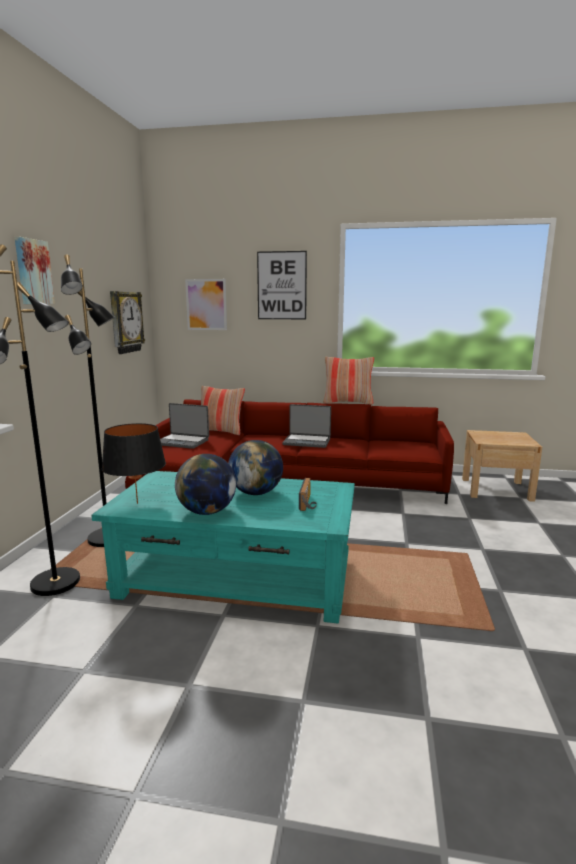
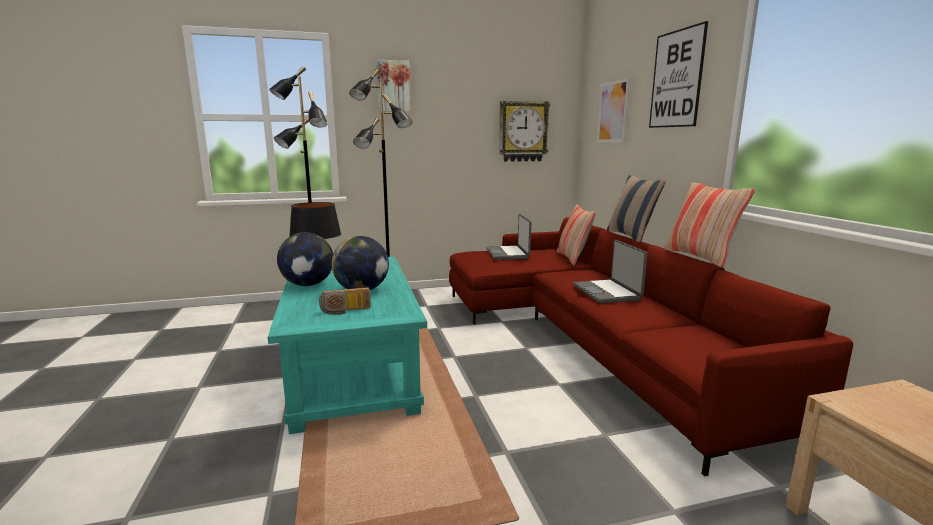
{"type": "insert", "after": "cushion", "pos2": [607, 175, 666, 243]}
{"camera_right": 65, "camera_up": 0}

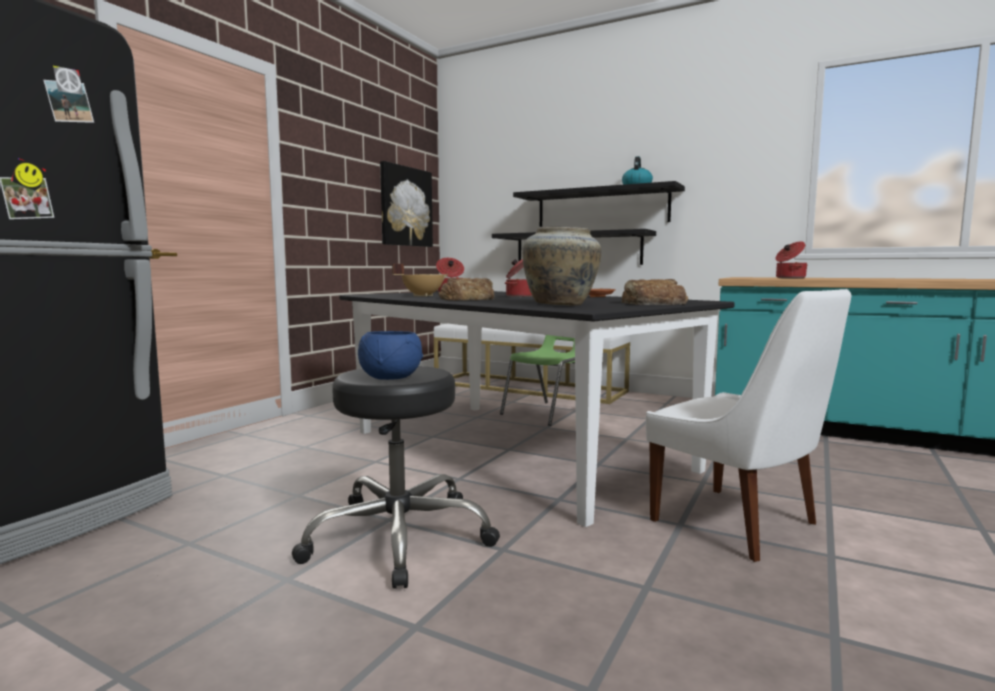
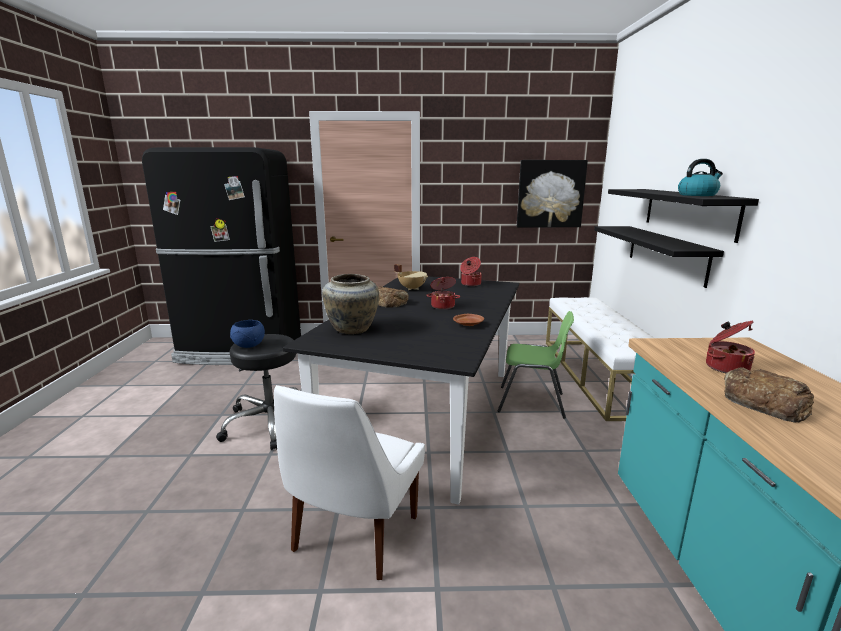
{"type": "move", "before": "bread", "pos1": [622, 279, 688, 305], "pos2": [724, 367, 814, 423]}
{"camera_right": 60, "camera_up": 10}

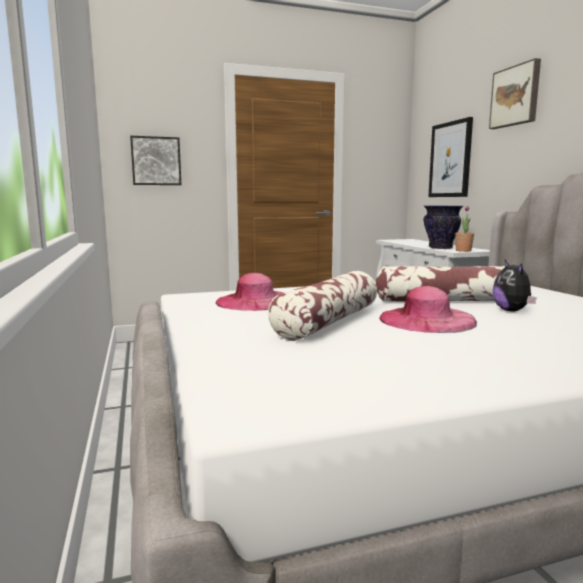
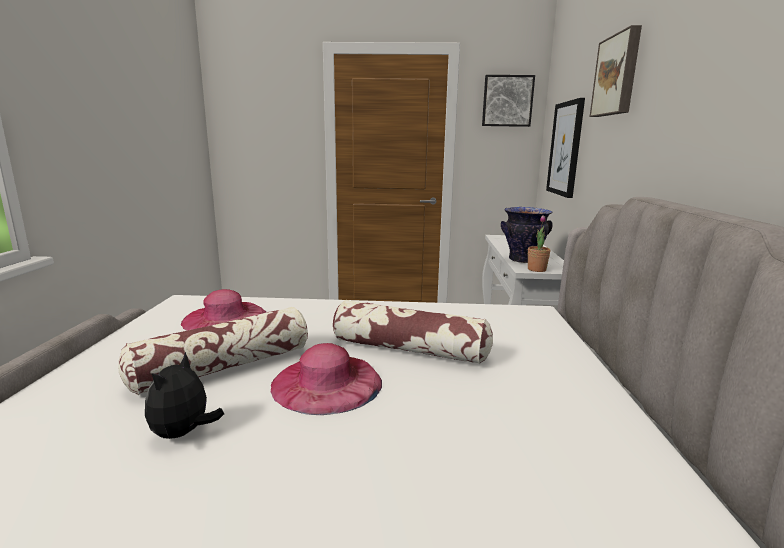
{"type": "move", "before": "soft toy", "pos1": [493, 260, 537, 311], "pos2": [145, 352, 224, 438]}
{"type": "move", "before": "picture", "pos1": [130, 136, 181, 185], "pos2": [482, 75, 535, 127]}
{"camera_right": 20, "camera_up": 5}

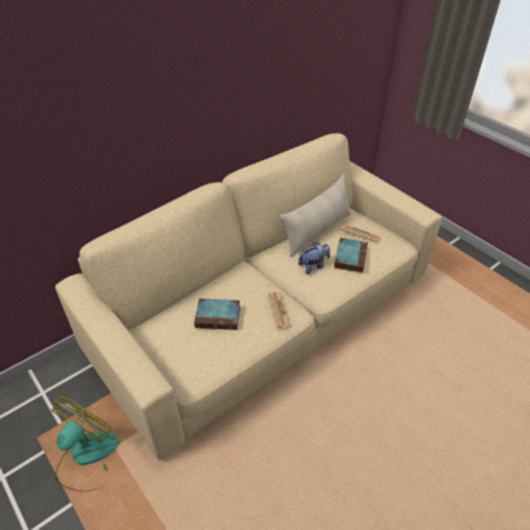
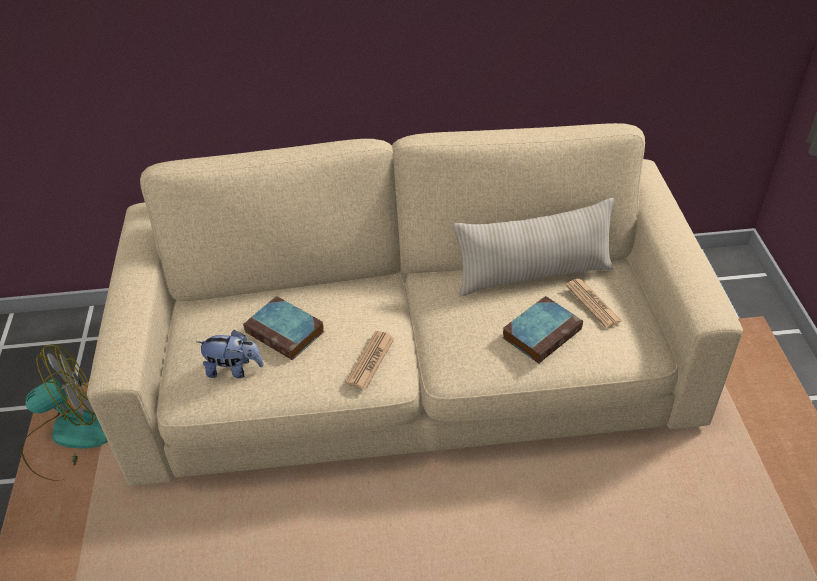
{"type": "move", "before": "soft toy", "pos1": [298, 242, 330, 274], "pos2": [196, 330, 264, 378]}
{"camera_right": 35, "camera_up": 0}

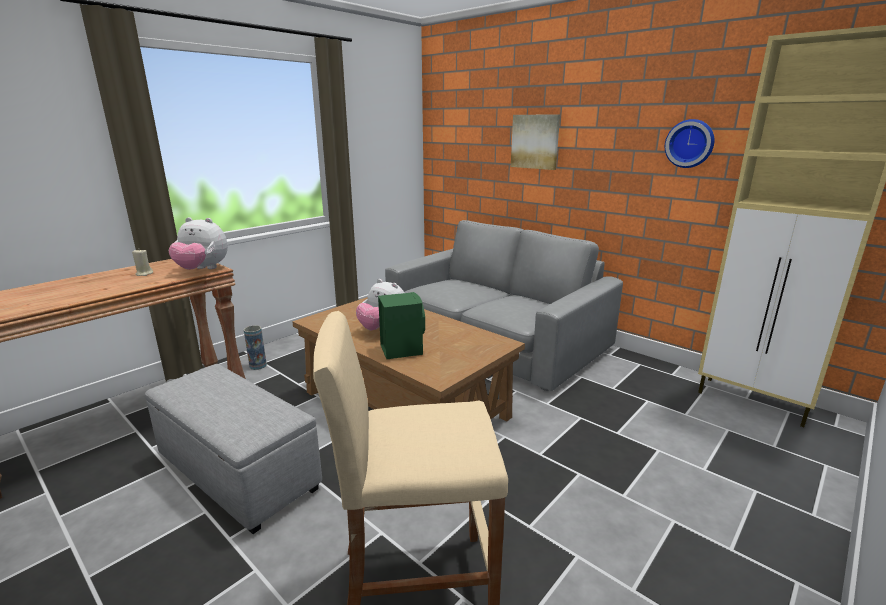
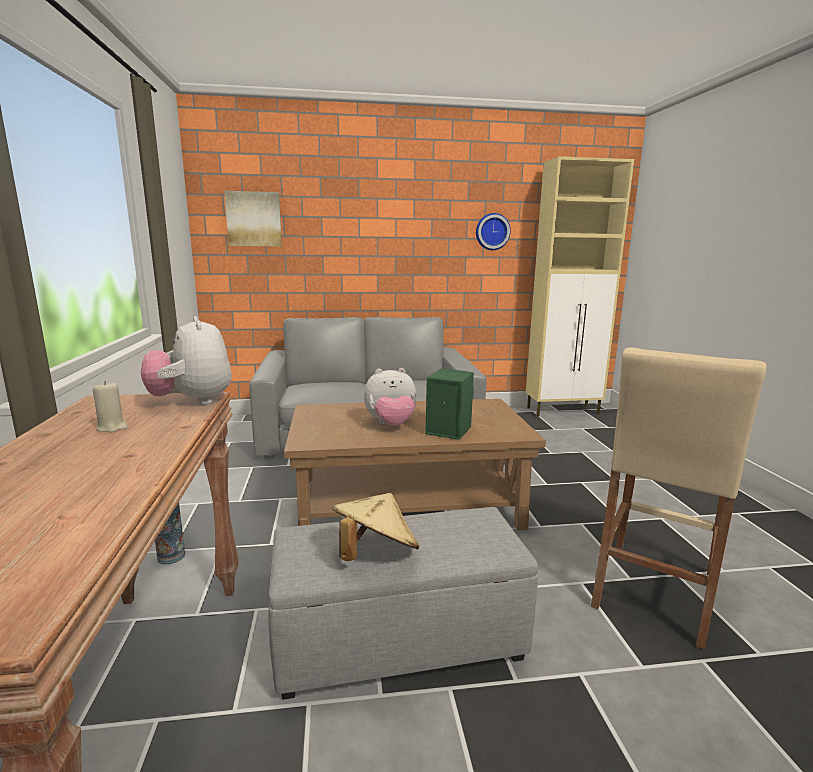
{"type": "rotate", "before": "soft toy", "pos1": [168, 217, 228, 270], "pos2": [140, 316, 232, 404], "turn": 105}
{"type": "move", "before": "picture", "pos1": [511, 114, 560, 170], "pos2": [224, 191, 282, 247]}
{"type": "insert", "after": "hat in sand-coloured", "pos2": [332, 493, 419, 561]}
{"camera_right": -50, "camera_up": -5}

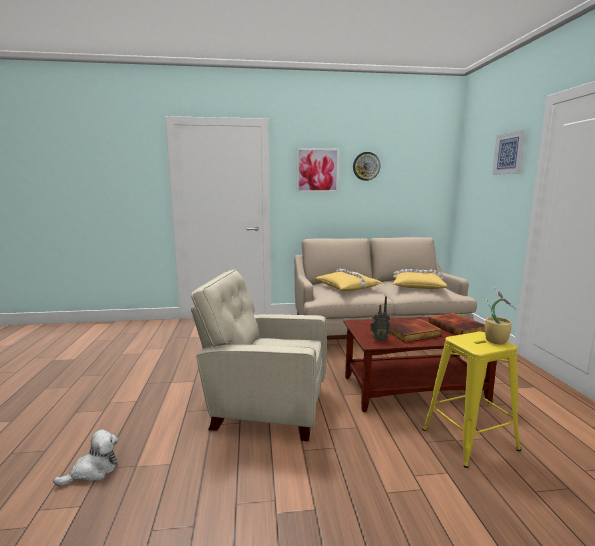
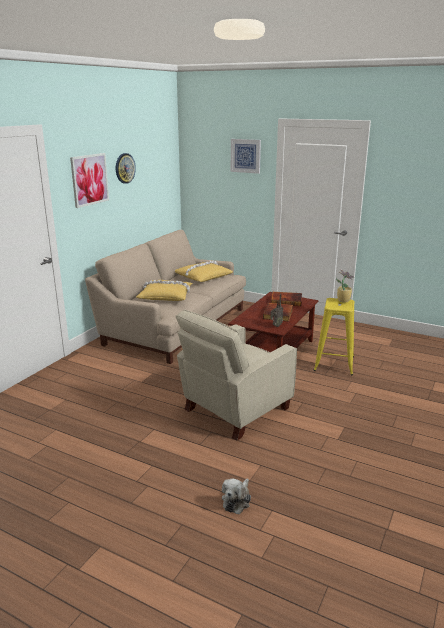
{"type": "rotate", "before": "soft toy", "pos1": [53, 429, 118, 486], "pos2": [222, 478, 251, 514], "turn": -150}
{"camera_right": -55, "camera_up": 10}

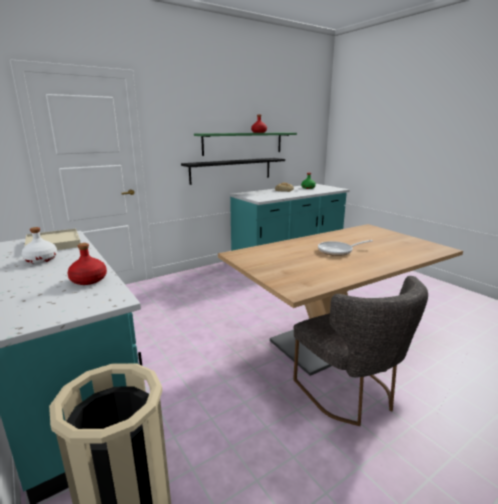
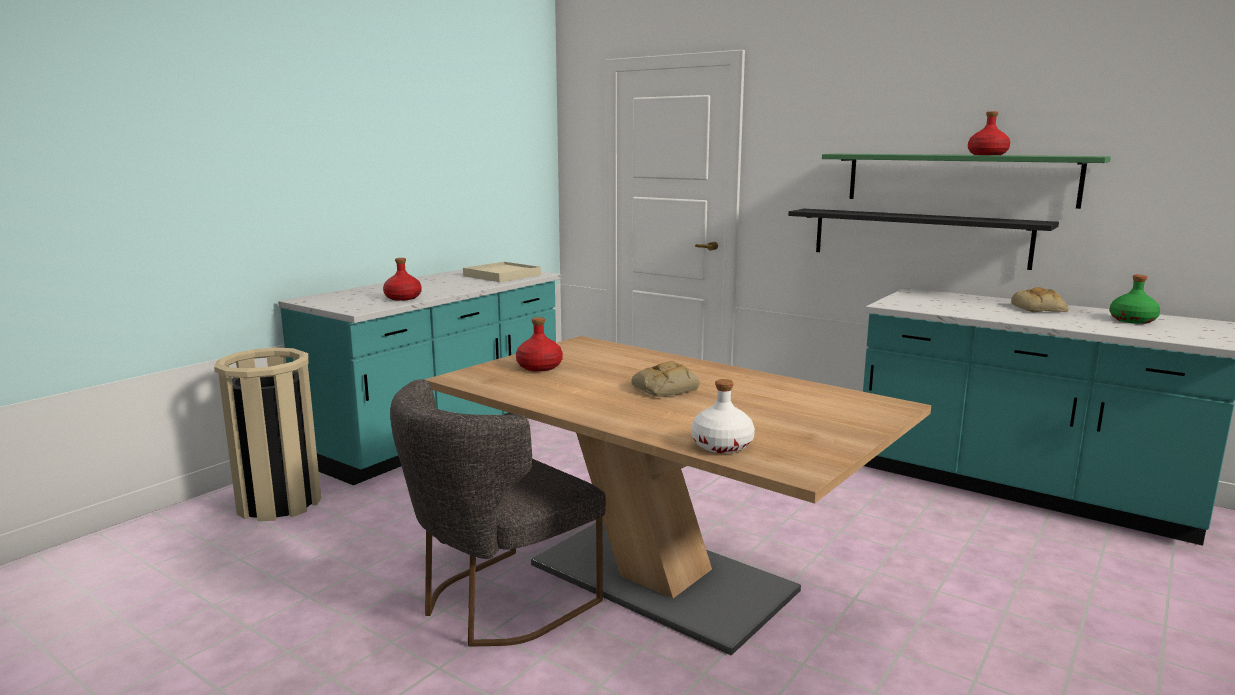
{"type": "insert", "after": "bottle in red", "pos2": [516, 317, 563, 371]}
{"type": "replace", "before": "pan", "after": "bread", "pos1": [318, 240, 373, 256], "pos2": [631, 361, 700, 397]}
{"type": "move", "before": "bottle in white-coloured", "pos1": [22, 227, 57, 264], "pos2": [691, 379, 755, 453]}
{"camera_right": 70, "camera_up": -5}

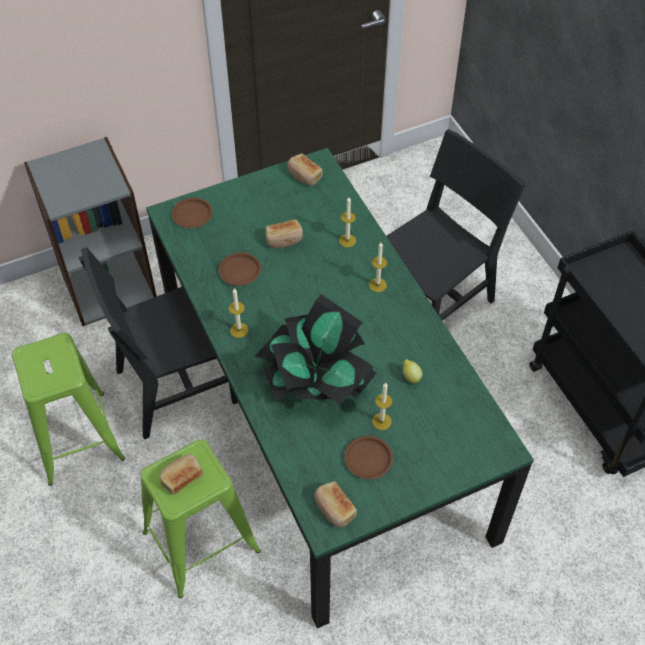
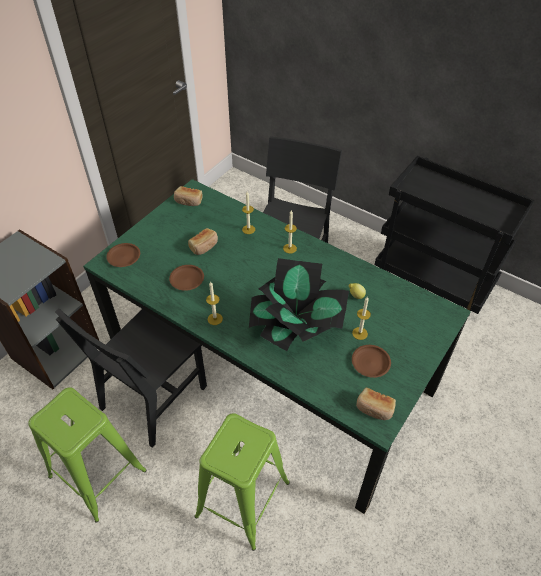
{"type": "delete", "before": "bread", "pos1": [159, 454, 203, 495]}
{"camera_right": -30, "camera_up": -5}

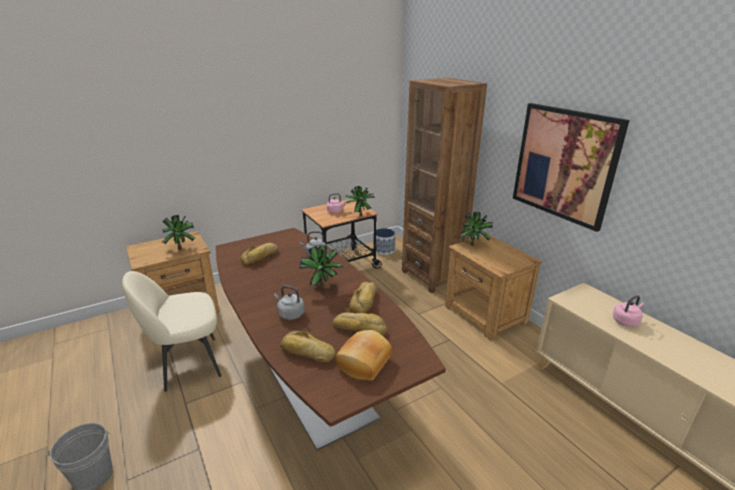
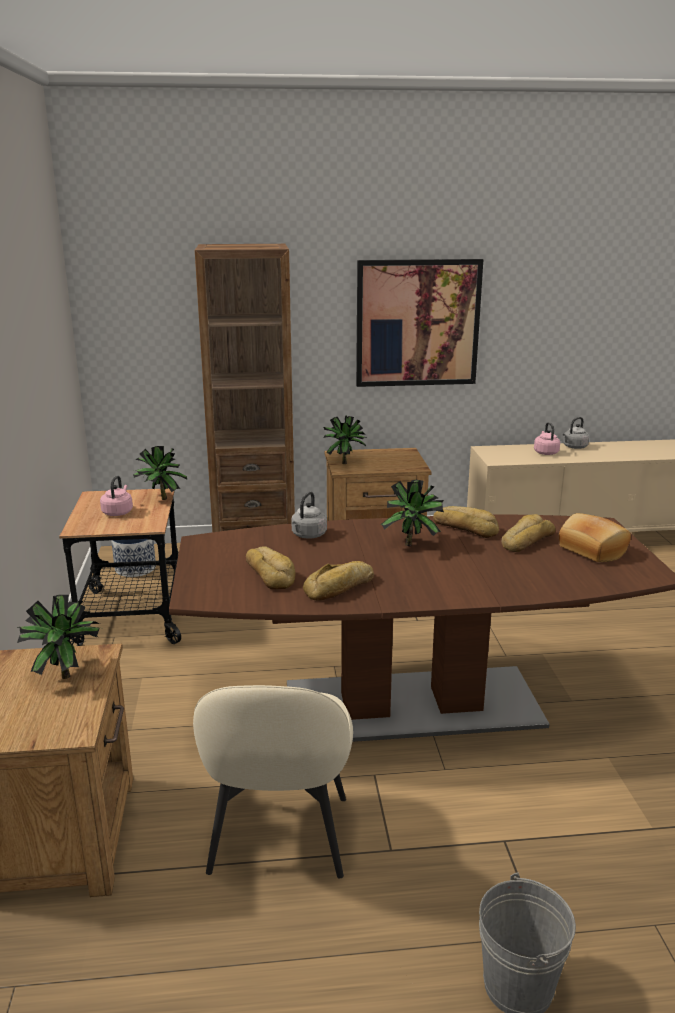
{"type": "move", "before": "bread", "pos1": [280, 331, 336, 363], "pos2": [303, 561, 374, 601]}
{"type": "move", "before": "kettle in gray", "pos1": [274, 286, 305, 320], "pos2": [563, 417, 589, 449]}
{"camera_right": -65, "camera_up": -5}

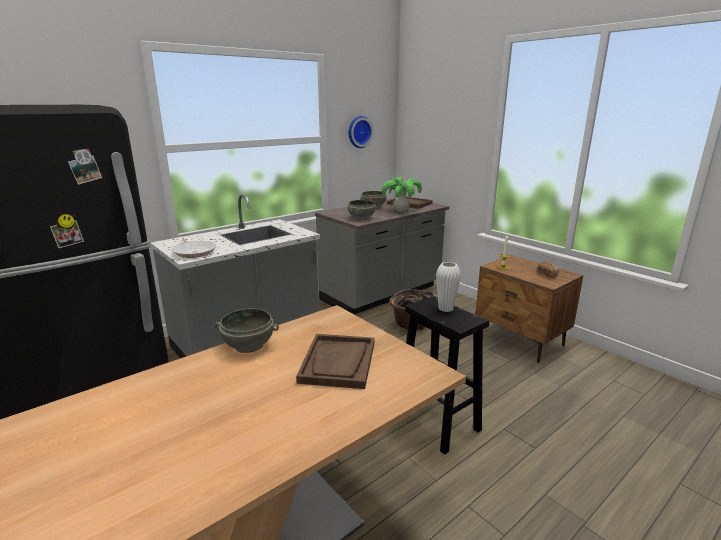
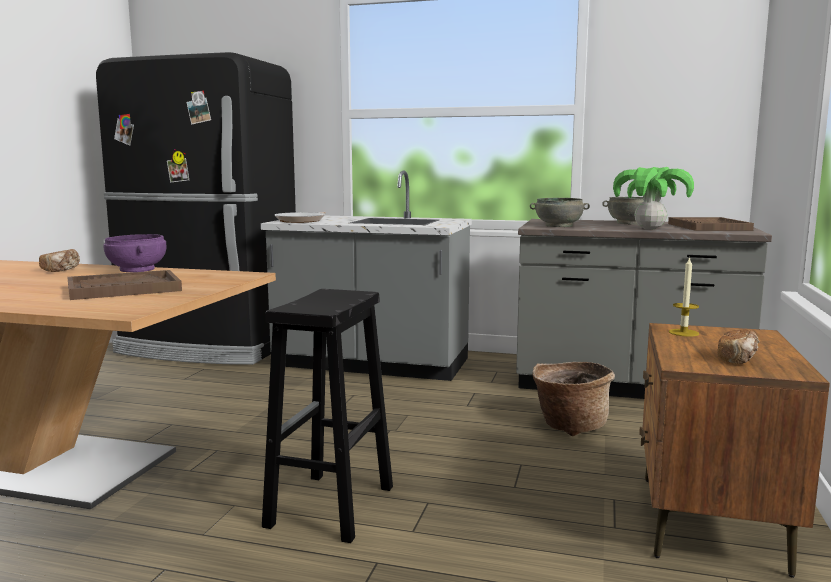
{"type": "insert", "after": "bread", "pos2": [39, 249, 80, 272]}
{"type": "recolor", "before": "serving bowl in gray", "after": "serving bowl in purple-coloured", "pos1": [215, 308, 279, 353], "pos2": [103, 234, 167, 272]}
{"type": "delete", "before": "wall clock", "pos1": [348, 116, 373, 148]}
{"type": "delete", "before": "vase in white-coloured", "pos1": [436, 262, 461, 312]}
{"camera_right": 55, "camera_up": -10}

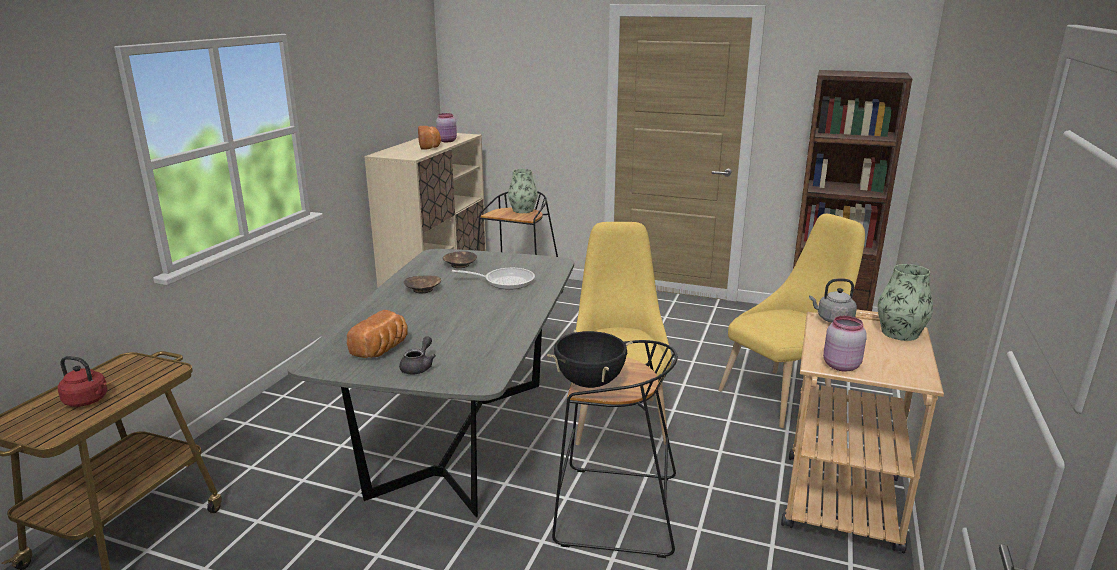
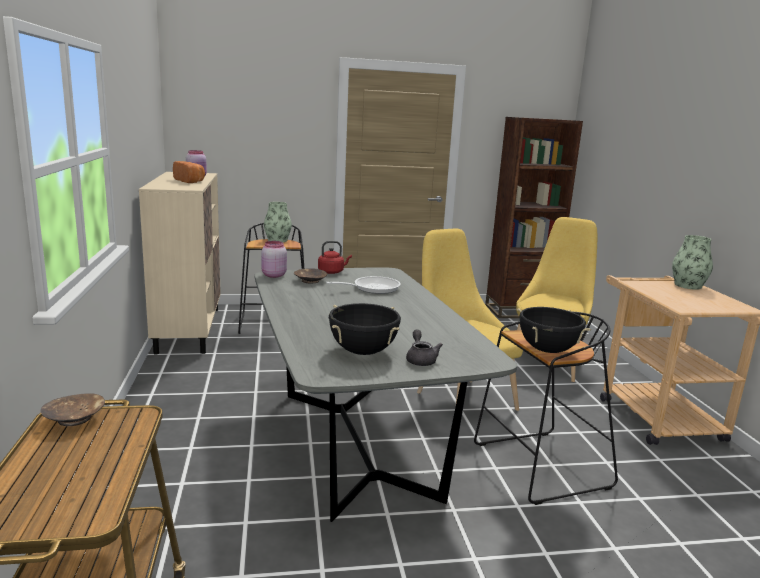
{"type": "move", "before": "serving bowl in brownish", "pos1": [403, 275, 441, 293], "pos2": [41, 393, 105, 426]}
{"type": "move", "before": "preserve jar in pink", "pos1": [823, 316, 867, 372], "pos2": [261, 241, 287, 278]}
{"type": "move", "before": "kettle in red", "pos1": [58, 356, 107, 407], "pos2": [318, 241, 352, 274]}
{"type": "replace", "before": "bread", "after": "saucepot in black", "pos1": [347, 310, 408, 358], "pos2": [329, 303, 401, 355]}
{"type": "delete", "before": "kettle in gray", "pos1": [809, 279, 857, 323]}
{"camera_right": -30, "camera_up": -5}

